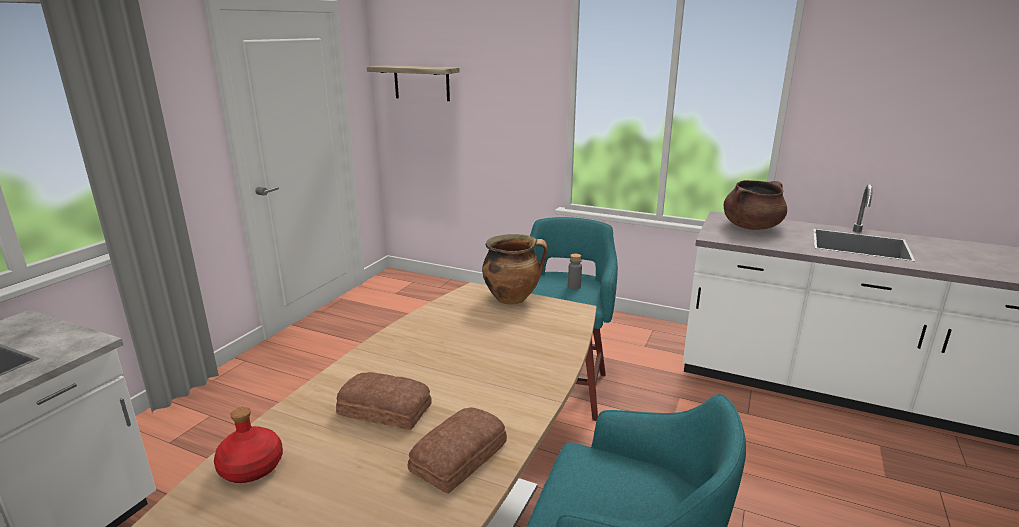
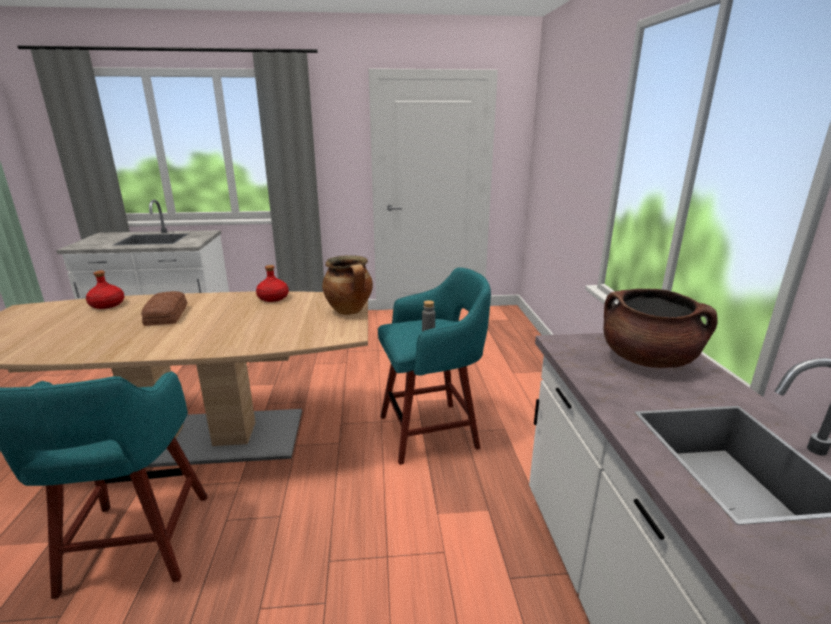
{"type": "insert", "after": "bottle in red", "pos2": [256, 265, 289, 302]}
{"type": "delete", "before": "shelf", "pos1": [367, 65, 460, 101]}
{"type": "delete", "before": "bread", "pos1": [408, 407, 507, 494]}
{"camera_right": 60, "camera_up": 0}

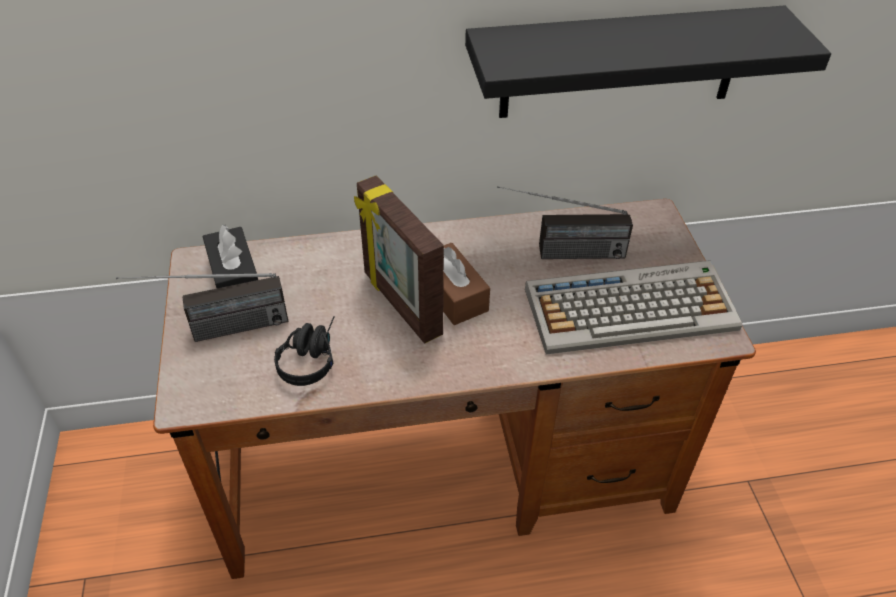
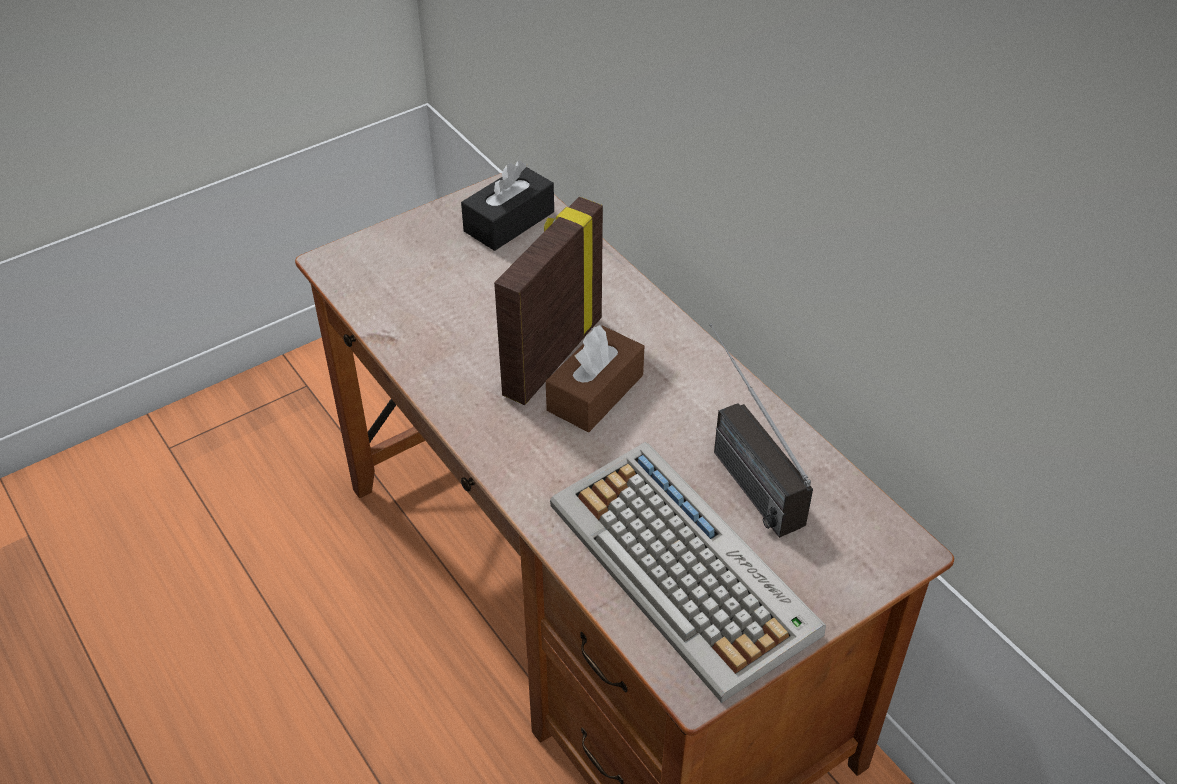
{"type": "delete", "before": "radio", "pos1": [116, 273, 288, 342]}
{"type": "delete", "before": "pair of headphones in black", "pos1": [274, 316, 335, 386]}
{"type": "delete", "before": "shelf in black", "pos1": [465, 6, 831, 118]}
{"camera_right": 65, "camera_up": 0}

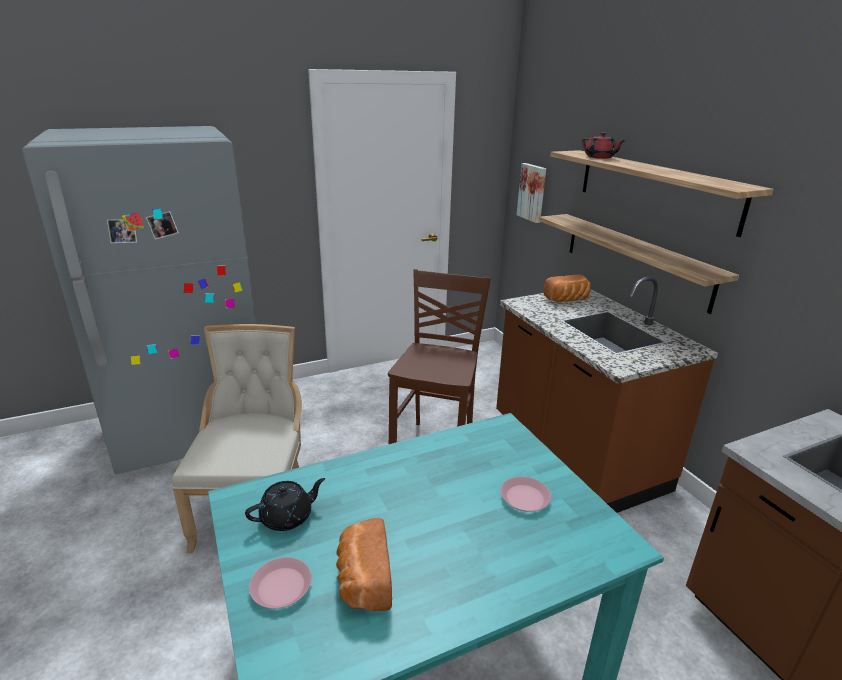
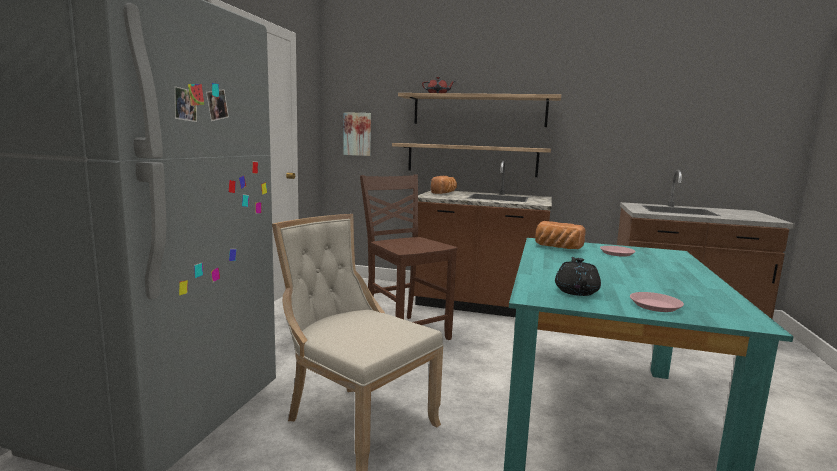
{"type": "move", "before": "bread", "pos1": [336, 518, 392, 611], "pos2": [535, 221, 586, 249]}
{"camera_right": -50, "camera_up": -15}

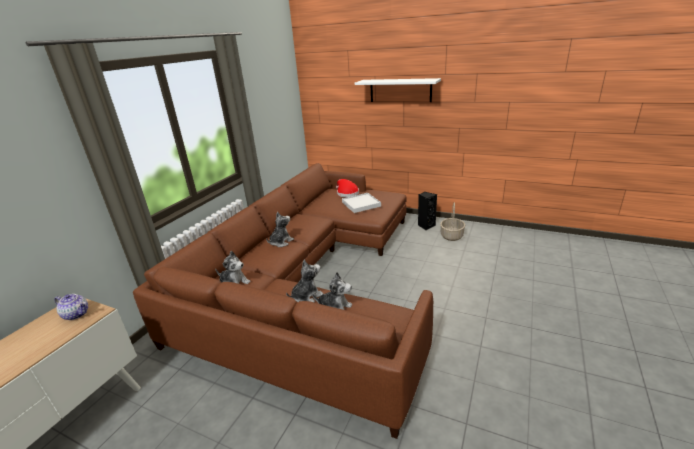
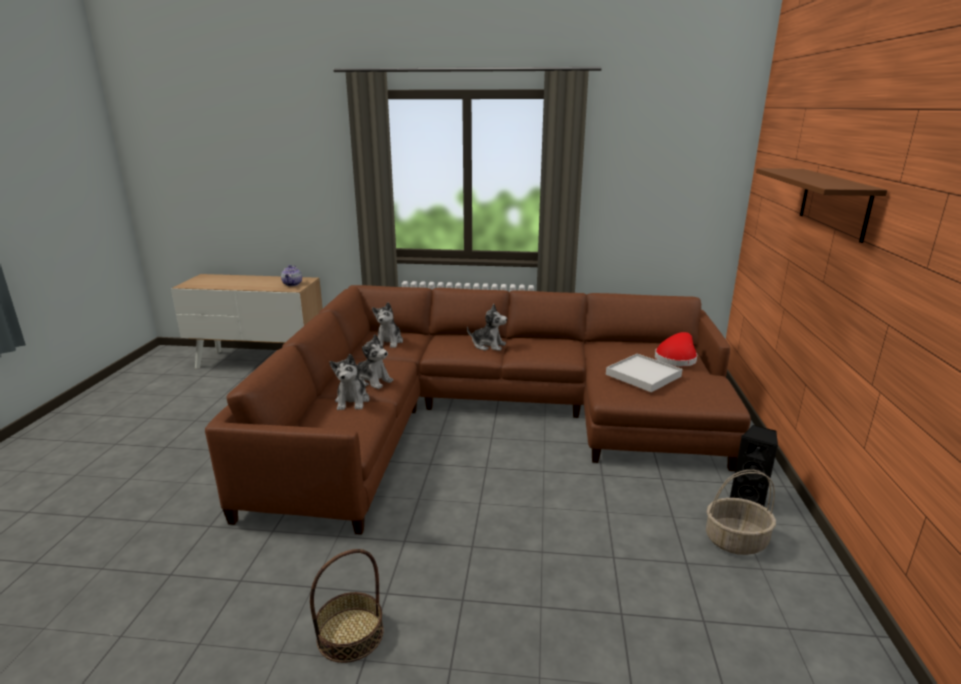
{"type": "insert", "after": "basket", "pos2": [310, 549, 383, 663]}
{"type": "recolor", "before": "shelf in white-coloured", "after": "shelf in brownish", "pos1": [355, 78, 441, 102], "pos2": [756, 168, 887, 243]}
{"camera_right": 70, "camera_up": -5}

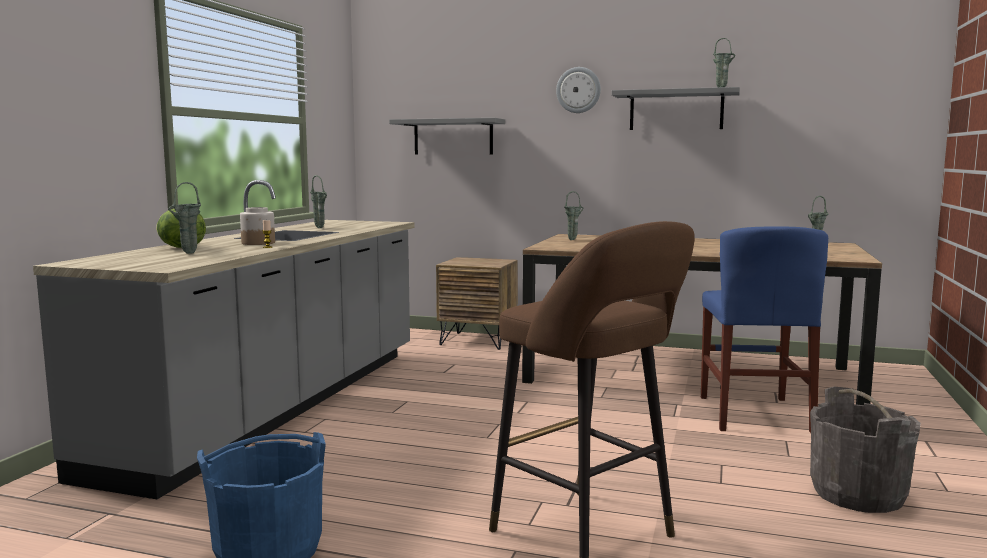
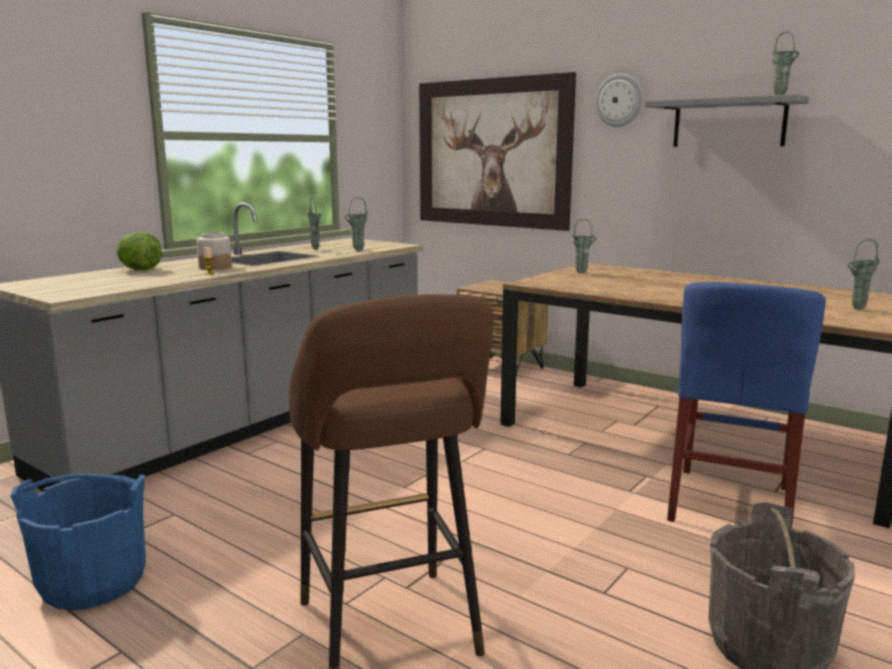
{"type": "move", "before": "vase in green-coloured", "pos1": [168, 182, 201, 254], "pos2": [345, 197, 368, 251]}
{"type": "replace", "before": "shelf in gray", "after": "picture", "pos1": [389, 118, 505, 154], "pos2": [419, 72, 576, 231]}
{"camera_right": 20, "camera_up": 5}

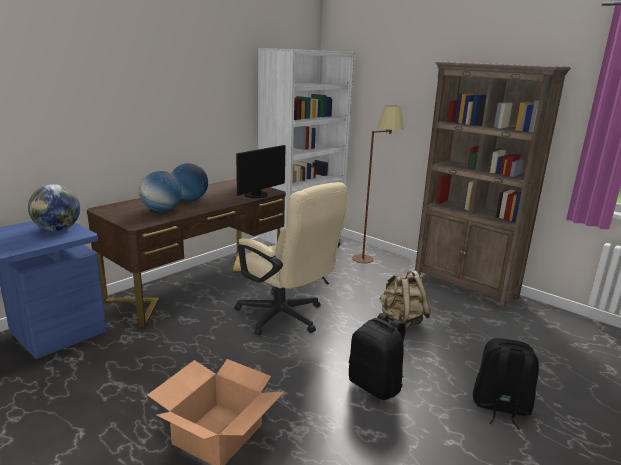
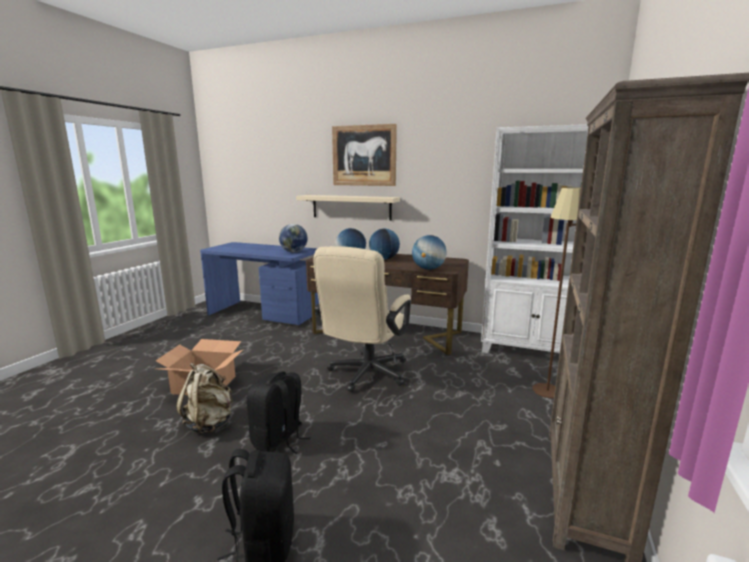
{"type": "move", "before": "rucksack in sand-coloured", "pos1": [379, 271, 431, 328], "pos2": [176, 362, 233, 434]}
{"type": "insert", "after": "shelf in sand-coloured", "pos2": [296, 195, 400, 221]}
{"type": "insert", "after": "picture", "pos2": [332, 124, 397, 186]}
{"type": "replace", "before": "monitor", "after": "world globe", "pos1": [236, 145, 286, 198], "pos2": [412, 235, 447, 270]}
{"camera_right": 70, "camera_up": -5}

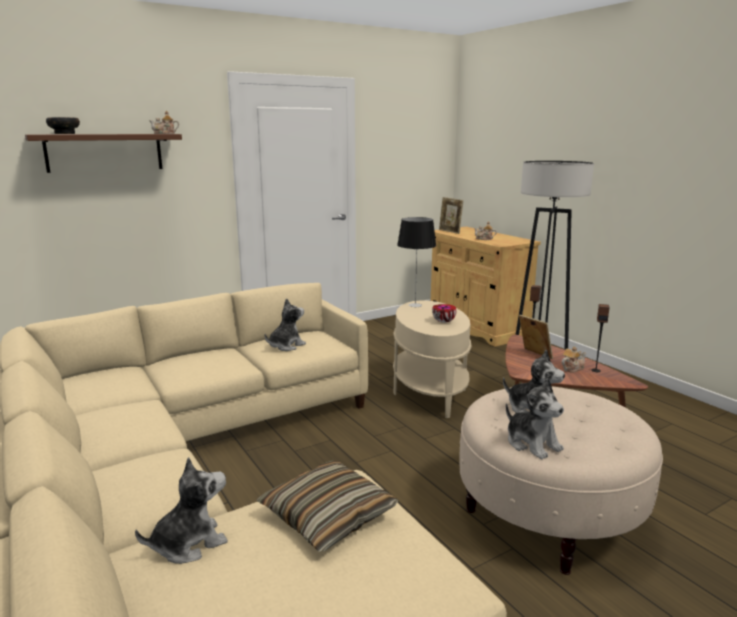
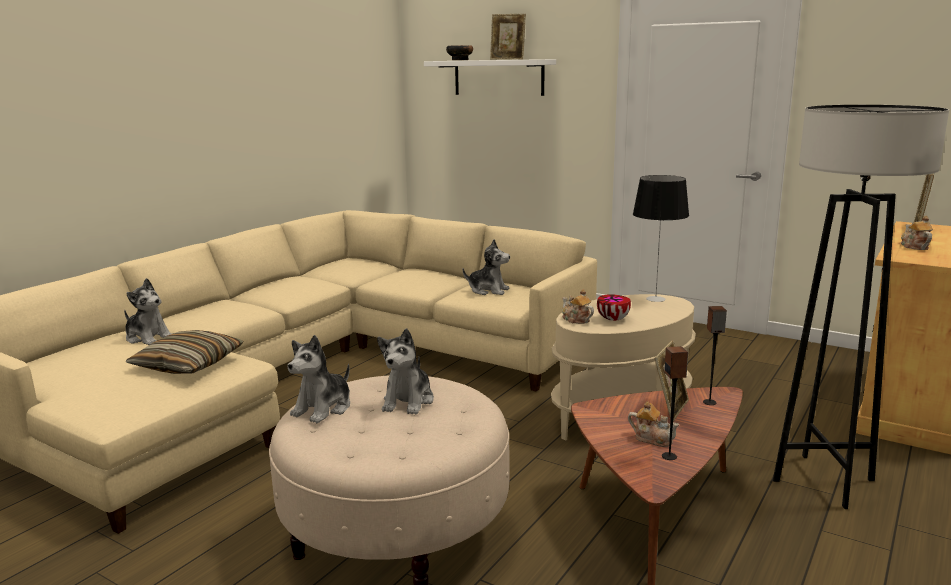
{"type": "recolor", "before": "shelf in brownish", "after": "shelf in white-coloured", "pos1": [25, 134, 182, 173], "pos2": [424, 59, 556, 96]}
{"type": "insert", "after": "photo frame", "pos2": [490, 14, 526, 59]}
{"type": "move", "before": "pot for tea", "pos1": [149, 111, 179, 134], "pos2": [562, 289, 594, 324]}
{"camera_right": 65, "camera_up": 0}

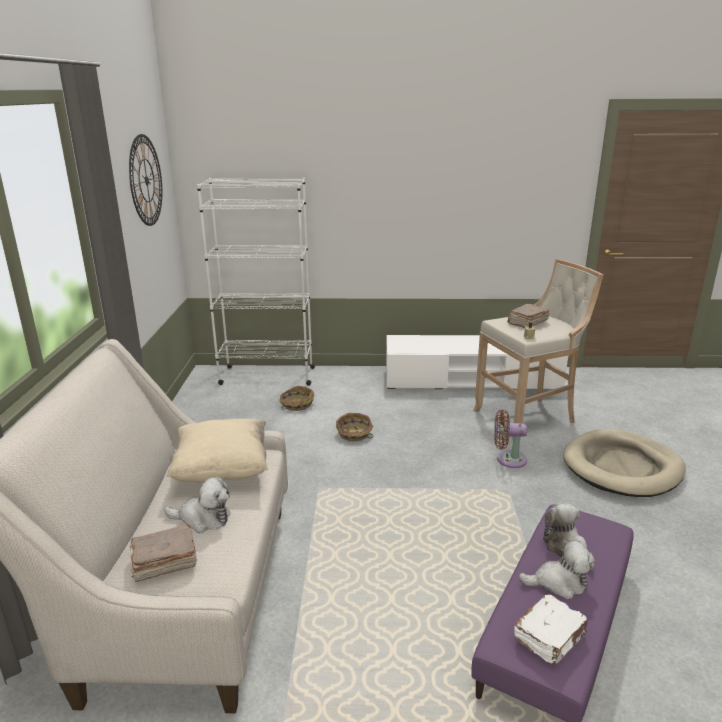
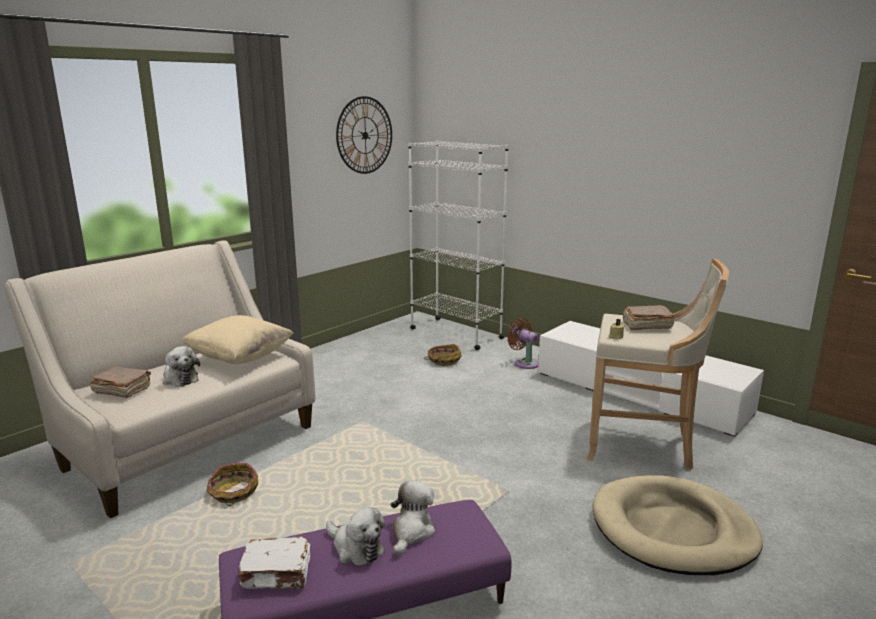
{"type": "move", "before": "basket", "pos1": [336, 413, 373, 441], "pos2": [206, 463, 258, 506]}
{"type": "move", "before": "cooling fan in brownish", "pos1": [494, 409, 527, 468], "pos2": [507, 318, 539, 369]}
{"camera_right": 40, "camera_up": -5}

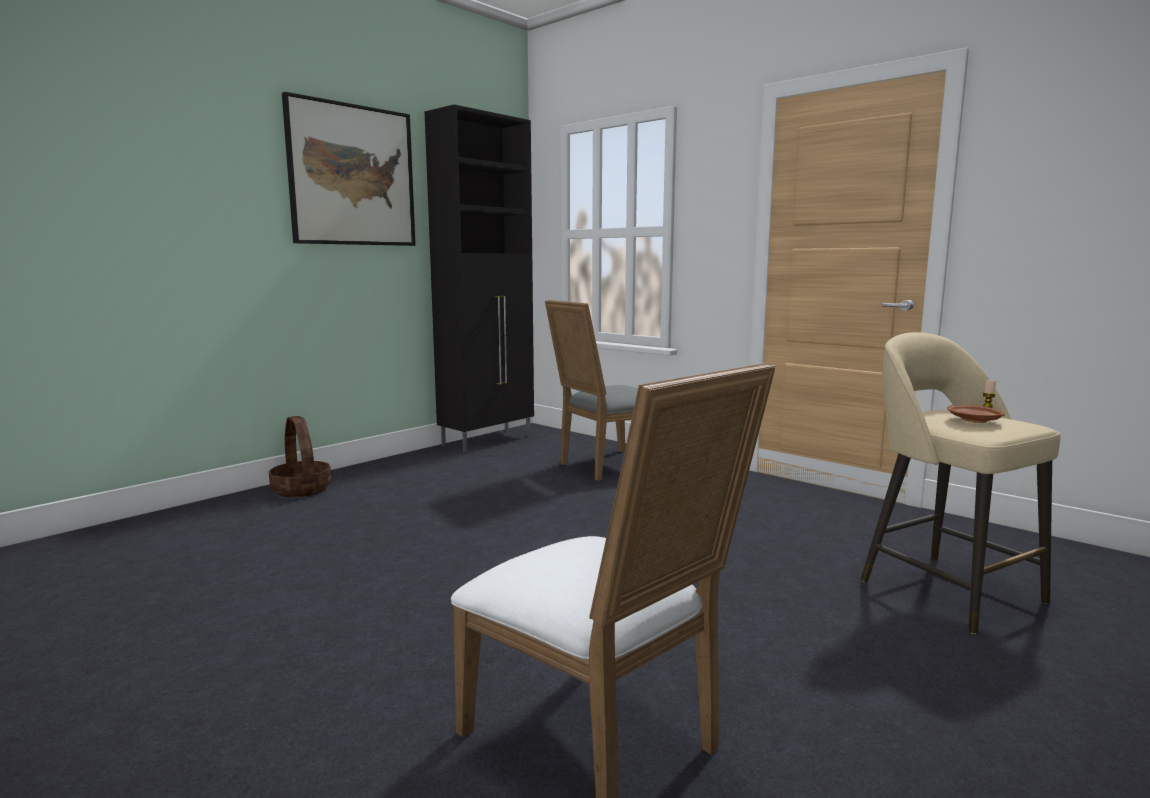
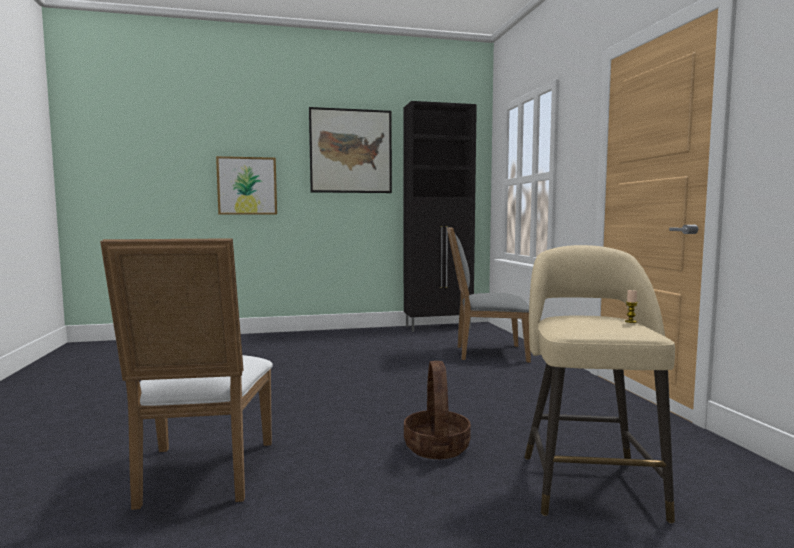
{"type": "insert", "after": "picture", "pos2": [216, 156, 277, 215]}
{"type": "move", "before": "basket", "pos1": [269, 416, 331, 498], "pos2": [404, 361, 471, 459]}
{"type": "delete", "before": "flat dish in brownish", "pos1": [947, 405, 1005, 423]}
{"camera_right": 35, "camera_up": -5}

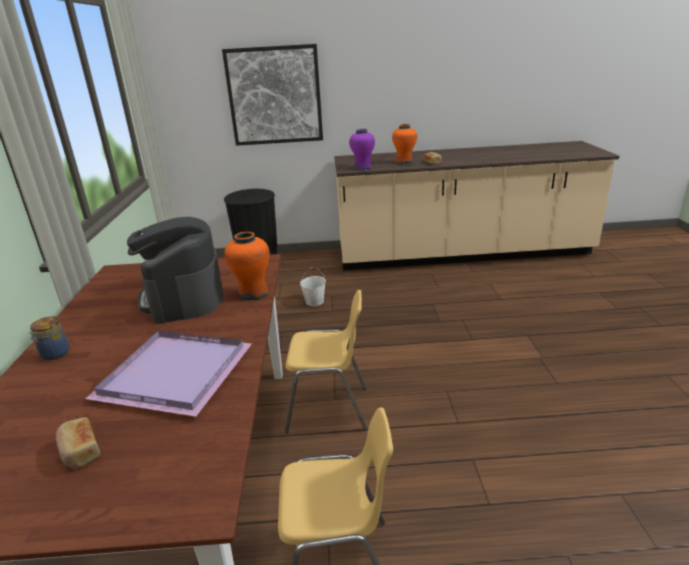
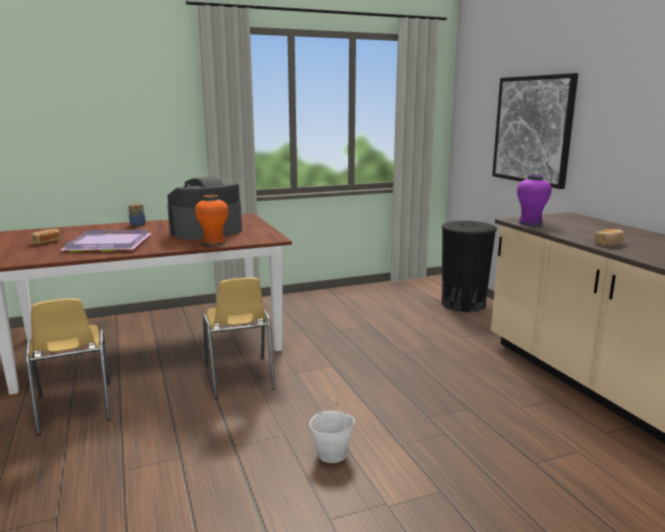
{"type": "move", "before": "bucket in white-coloured", "pos1": [300, 267, 326, 306], "pos2": [310, 398, 355, 463]}
{"type": "delete", "before": "vase in orange-coloured", "pos1": [392, 124, 417, 164]}
{"camera_right": 70, "camera_up": -10}

